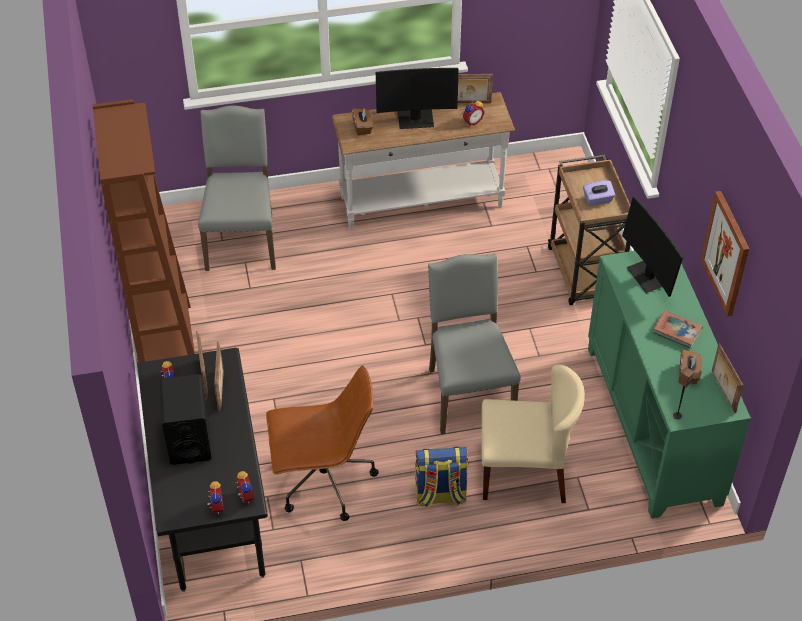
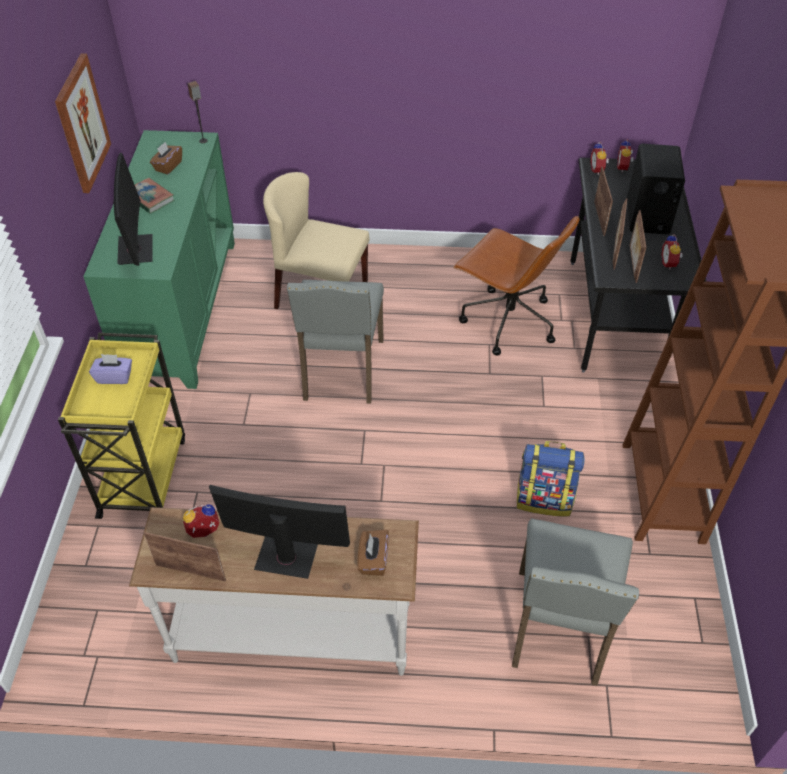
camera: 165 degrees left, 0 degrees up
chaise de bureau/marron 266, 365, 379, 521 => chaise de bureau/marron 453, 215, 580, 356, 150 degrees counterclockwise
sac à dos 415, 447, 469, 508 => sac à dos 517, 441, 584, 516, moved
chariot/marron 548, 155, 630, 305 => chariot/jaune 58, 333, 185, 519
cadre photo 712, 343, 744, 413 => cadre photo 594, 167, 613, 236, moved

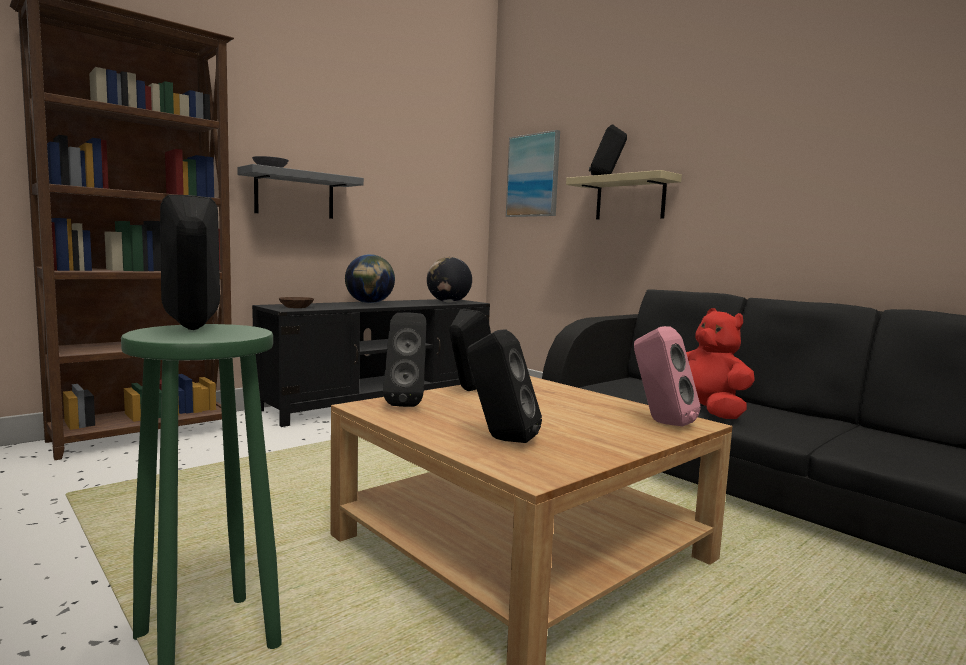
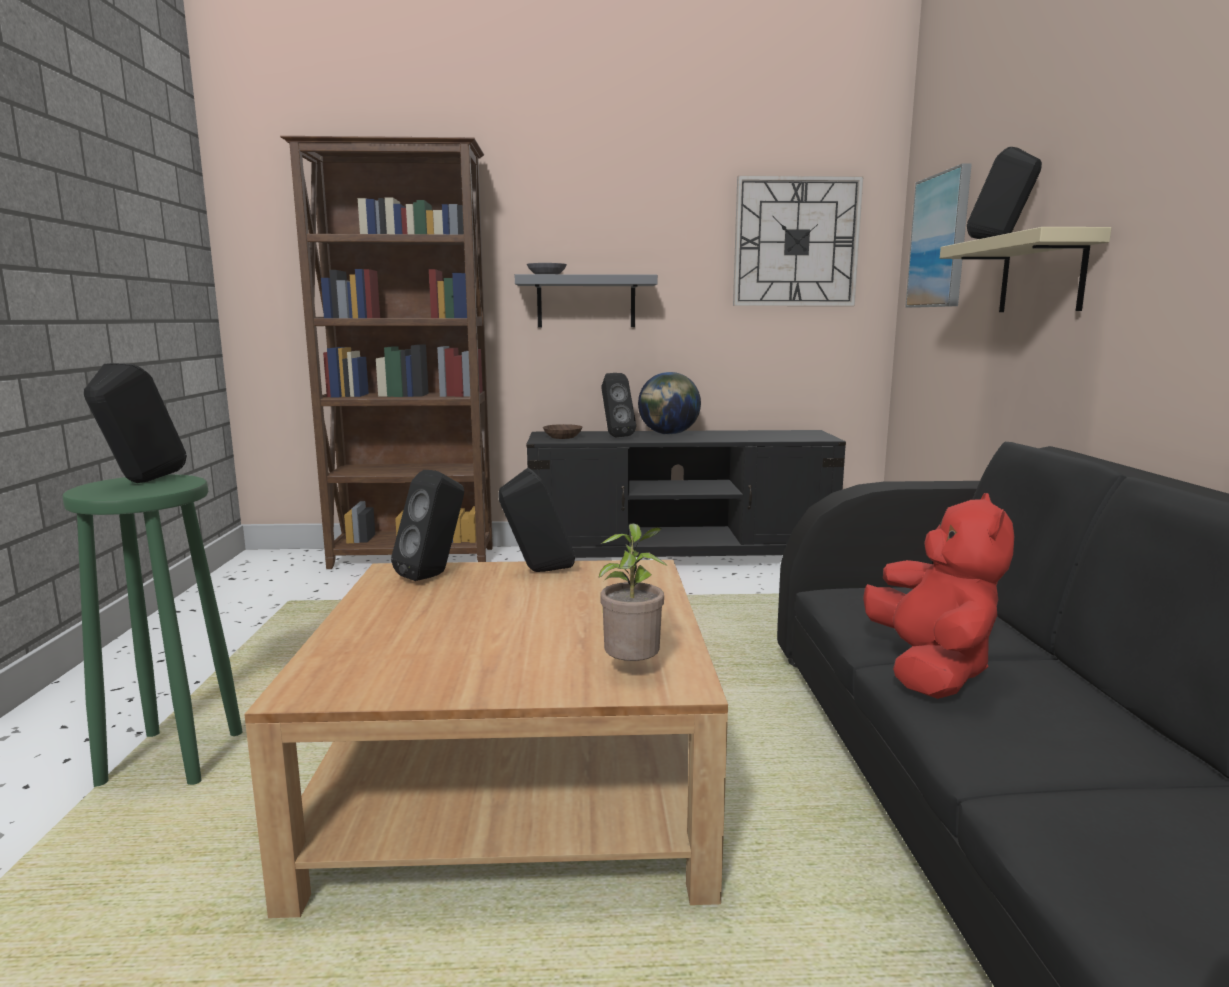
camera: 40 degrees right, 5 degrees up
globe 427, 257, 472, 303 => nothing
enceinte/noir 467, 329, 542, 443 => enceinte/noir 601, 373, 636, 437, moved
enceinte/rose 634, 326, 701, 427 => plante en pot 598, 523, 667, 661
nothing => horloge murale 733, 175, 863, 306

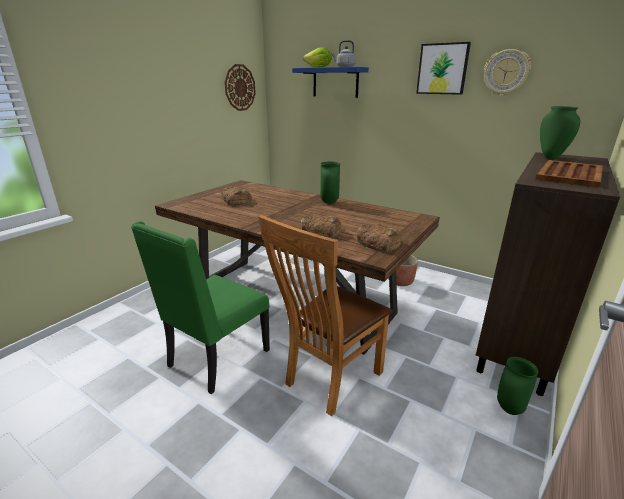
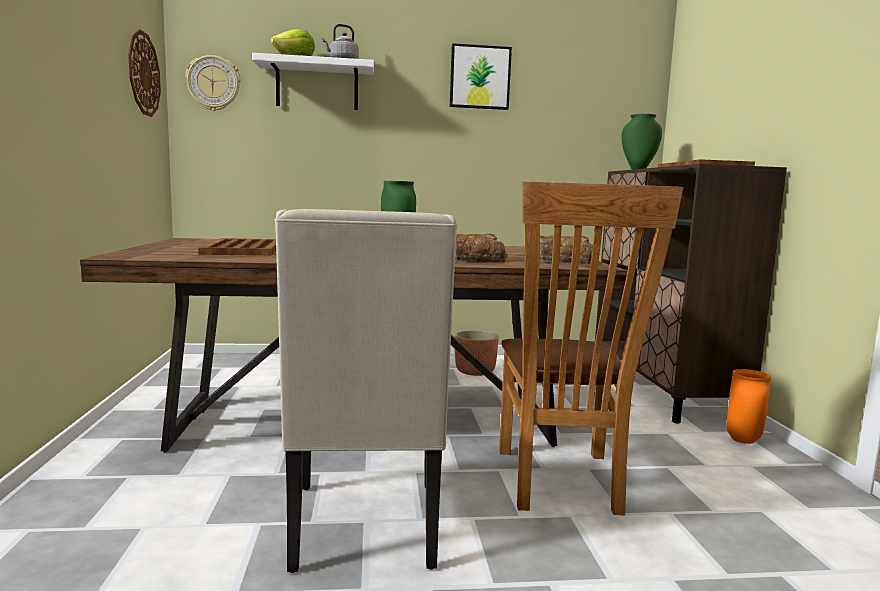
camera: 40 degrees left, 15 degrees down
chaise/vert 131, 221, 270, 394 => chaise/beige 274, 209, 457, 573
pain 222, 186, 252, 206 => plateau/marron 198, 238, 276, 256
étagère/bleu 292, 67, 369, 98 => étagère/blanc 252, 53, 374, 110
horloge murale 484, 49, 531, 96 => horloge murale 185, 55, 240, 111, moved
vase/vert 497, 357, 538, 415 => vase/orange 726, 369, 771, 444

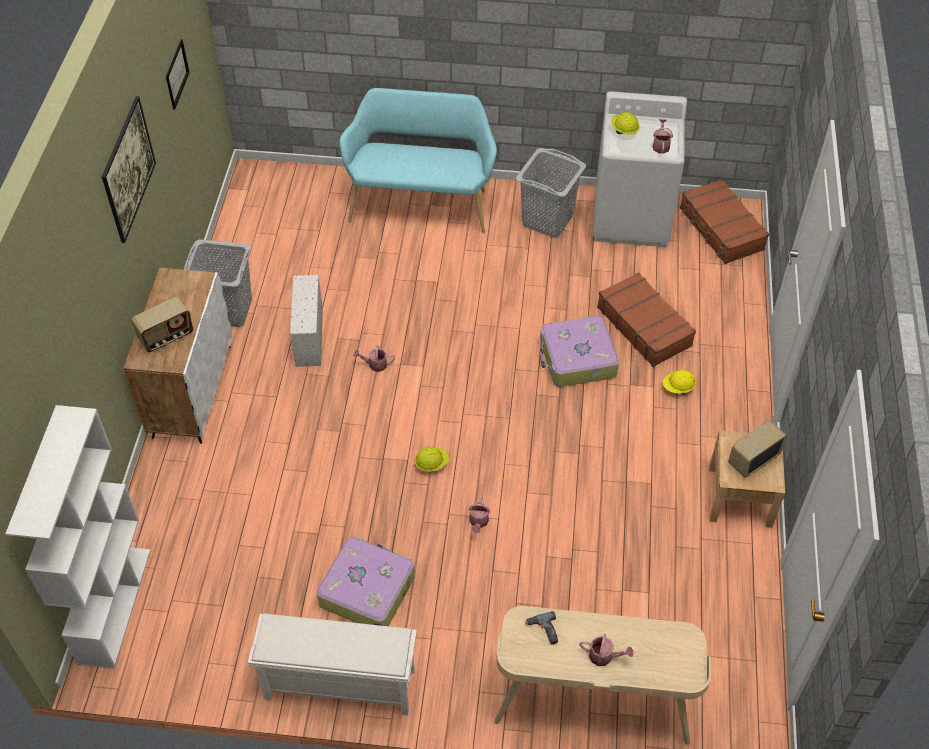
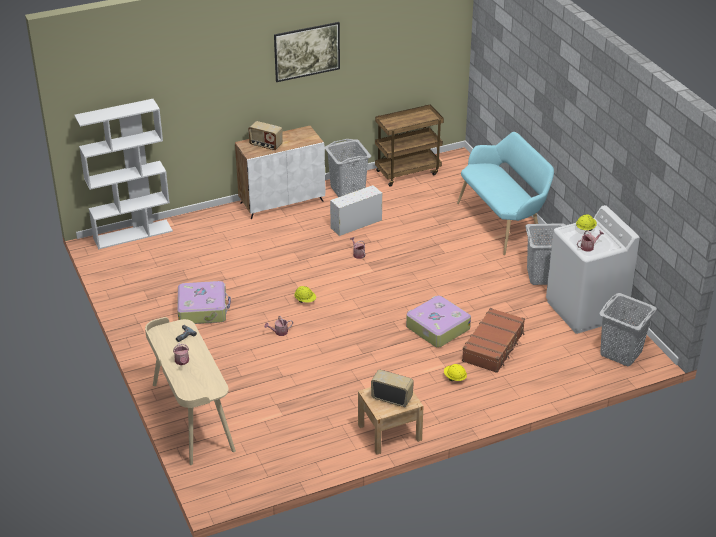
camera: 60 degrees right, 15 degrees down
tableau 166, 39, 190, 110 => nothing
étagère à chaussures/blanc 248, 614, 417, 715 => nothing
valise/marron 680, 179, 769, 264 => panier à linge/gris 599, 293, 657, 366
nothing => chariot/marron 375, 105, 444, 186

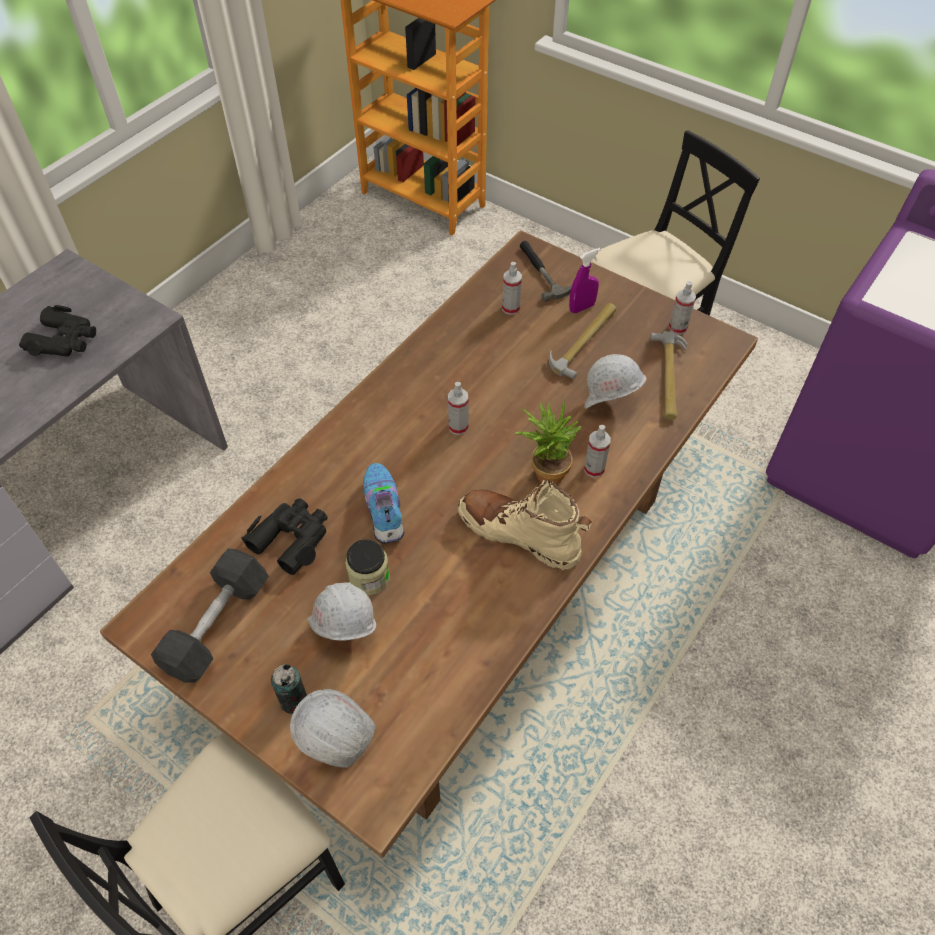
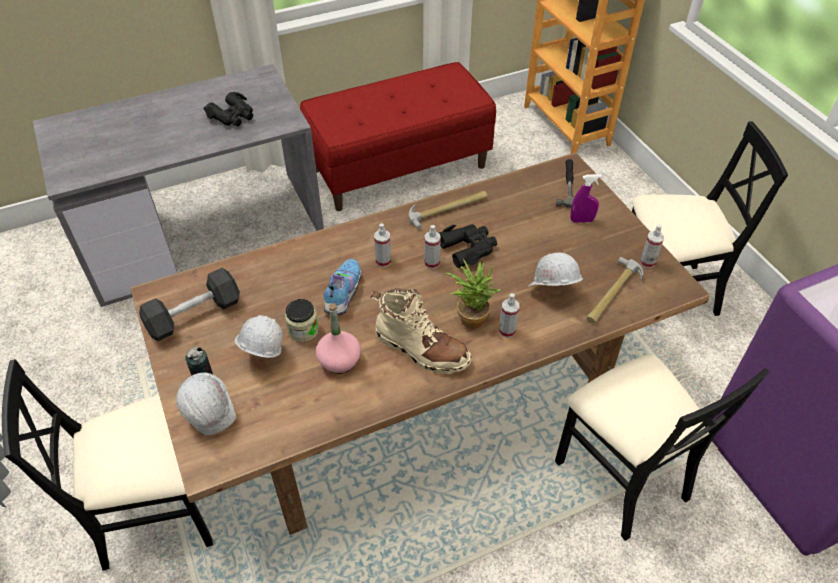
camera: 30 degrees right, 5 degrees down
jumelles/noir 241, 498, 328, 575 => jumelles/noir 438, 224, 497, 268, moved
botte/beige 458, 480, 592, 570 => botte/beige 370, 289, 472, 374, 150 degrees clockwise
vaporisateur 502, 262, 522, 315 => vaporisateur 374, 223, 391, 267, moved
marteau 549, 303, 616, 379 => marteau 409, 191, 488, 229, moved
nothing => banc/rouge 300, 62, 496, 211
nothing => bouteille/rose 316, 303, 361, 374
nothing => chaise/noir 555, 354, 769, 541

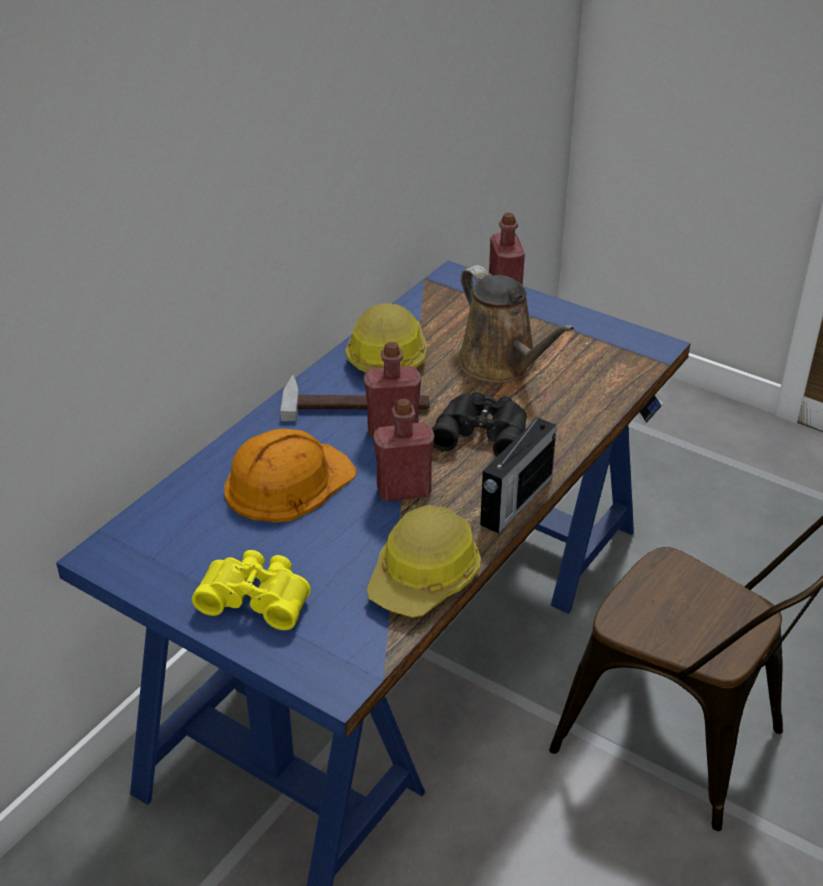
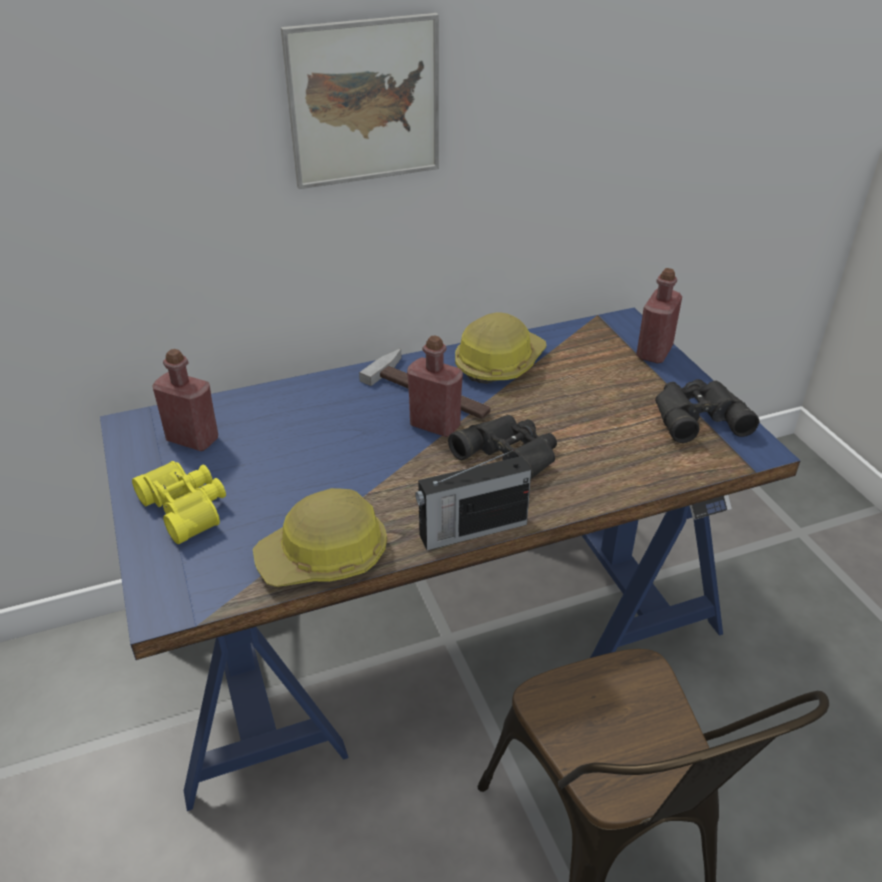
camera: 35 degrees right, 0 degrees up
casque de chantier/orange 224, 429, 357, 522 => nothing
bouteille/rouge 373, 399, 435, 502 => bouteille/rouge 152, 349, 218, 451, moved
arrosoir/marron 458, 265, 574, 383 => nothing
nothing => tableau 281, 13, 439, 189
nothing => jumelles/noir 655, 379, 760, 443

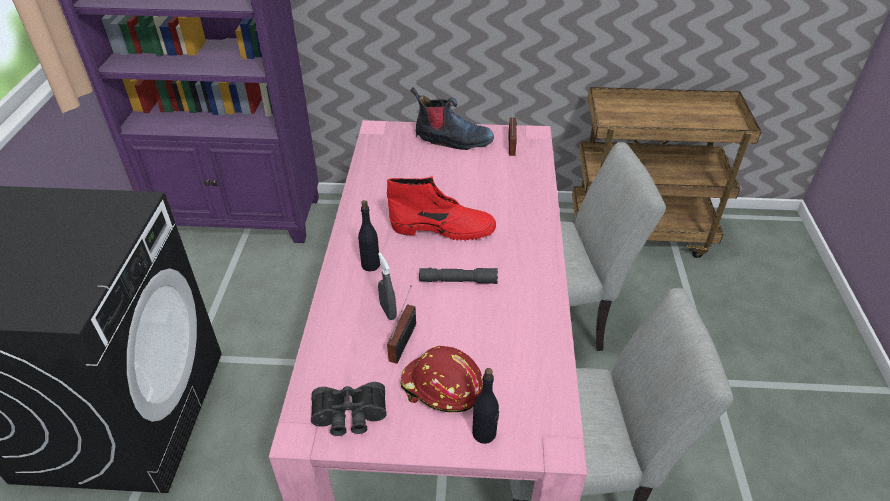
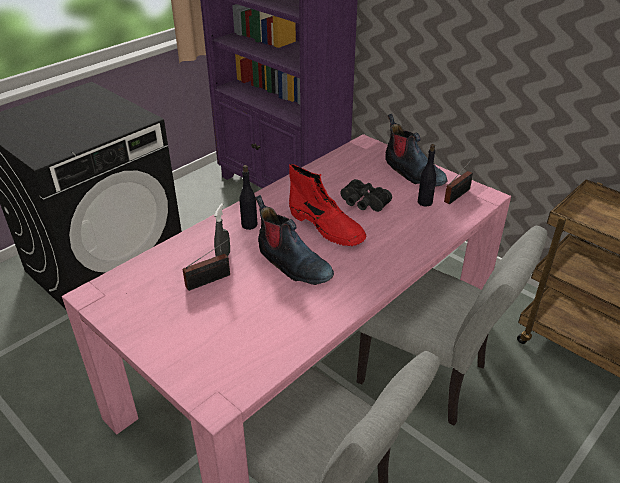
camera: 40 degrees right, 5 degrees down
jumelles/noir 311, 382, 387, 436 => jumelles/noir 340, 179, 392, 212, moved
casque de chantier/rouge 400, 346, 483, 412 => nothing
lampe de poche/gris 419, 268, 498, 284 => botte 255, 195, 334, 285
bouteille/noir 472, 368, 499, 444 => bouteille/noir 418, 144, 436, 207, moved

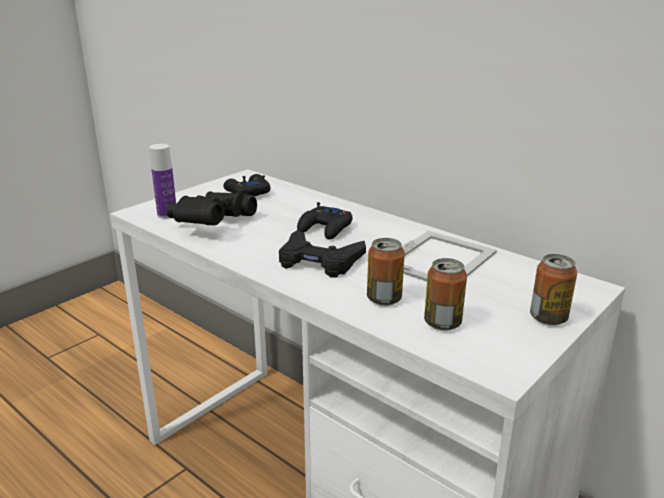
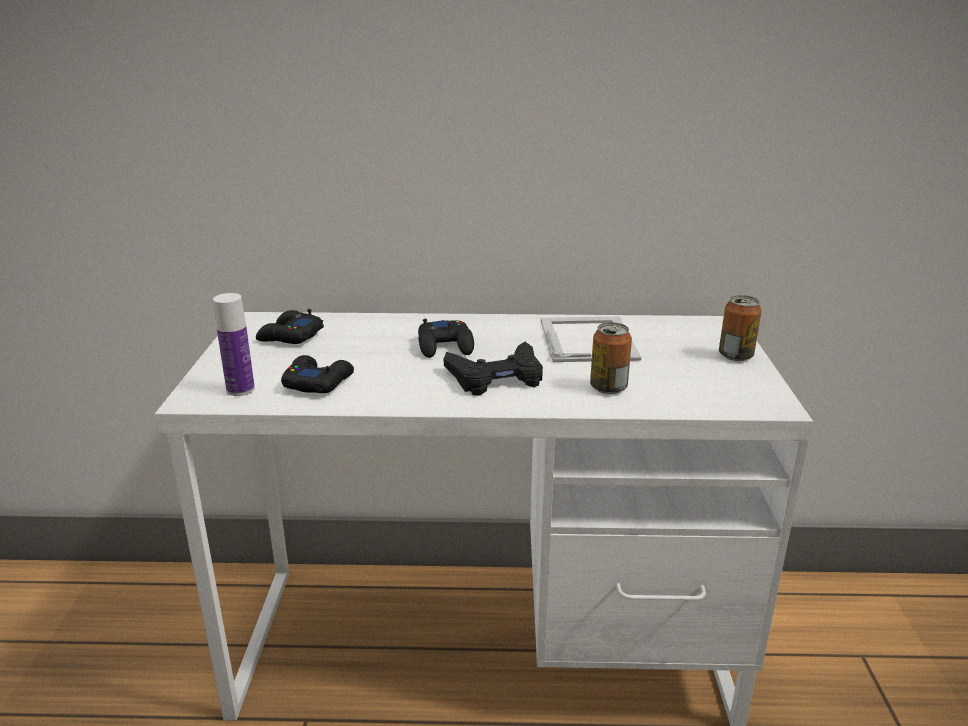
camera: 40 degrees left, 0 degrees up
jumelles/noir 167, 191, 257, 225 => manette/noir 281, 355, 354, 393
boîte métallique 424, 258, 467, 331 => nothing

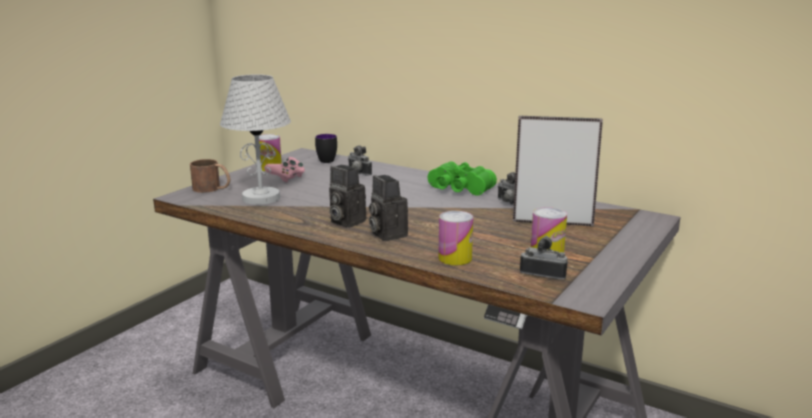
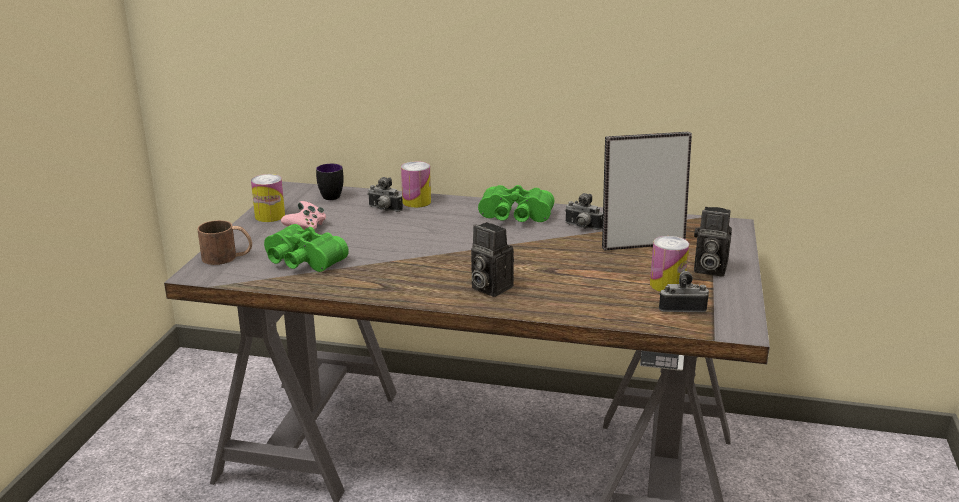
camera: 20 degrees left, 5 degrees up
lampe de table/blanc 220, 74, 291, 205 => jumelles/vert 264, 224, 349, 272
appareil photo 329, 165, 366, 228 => appareil photo 694, 207, 732, 277, moved
boîte métallique 438, 211, 473, 265 => boîte métallique 401, 161, 431, 208, moved

